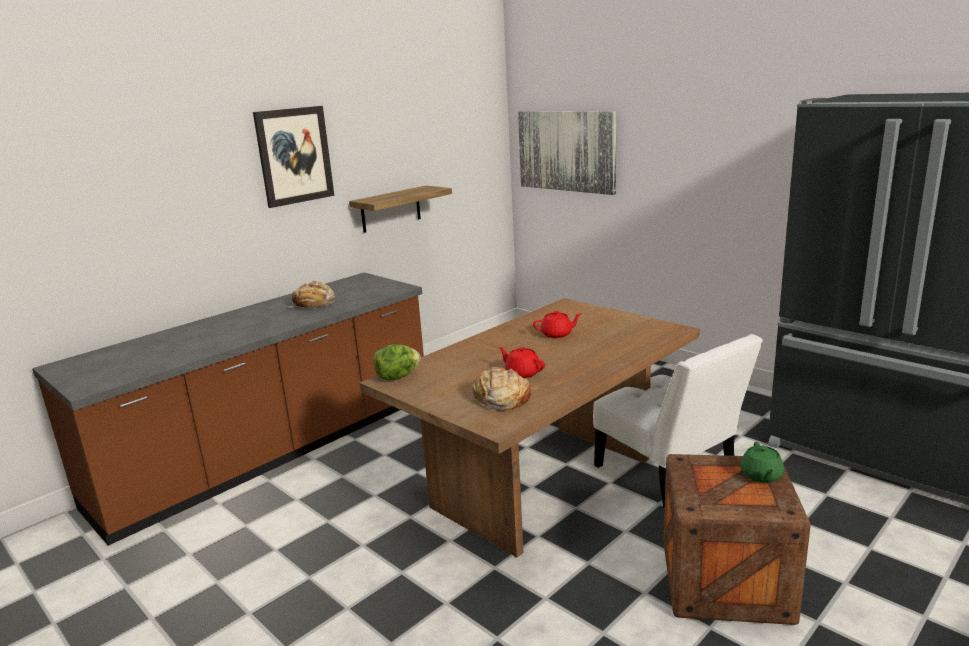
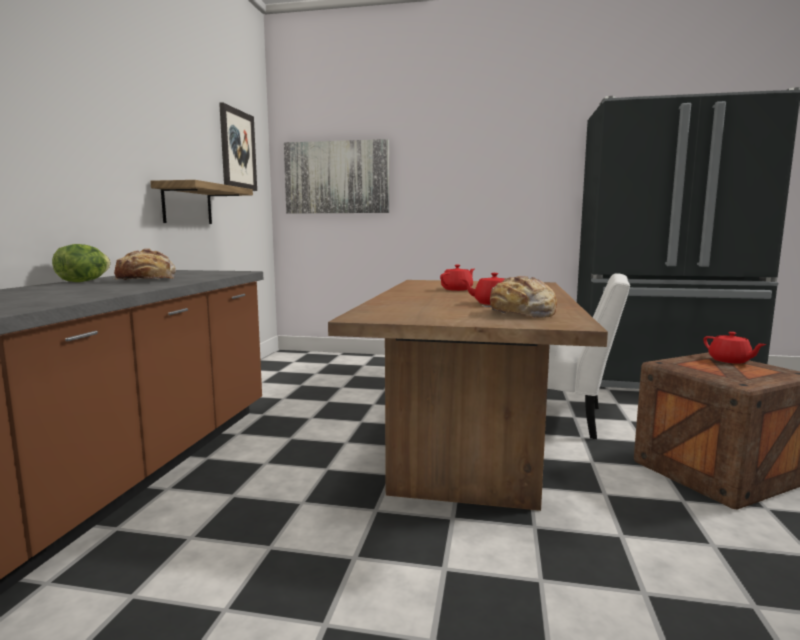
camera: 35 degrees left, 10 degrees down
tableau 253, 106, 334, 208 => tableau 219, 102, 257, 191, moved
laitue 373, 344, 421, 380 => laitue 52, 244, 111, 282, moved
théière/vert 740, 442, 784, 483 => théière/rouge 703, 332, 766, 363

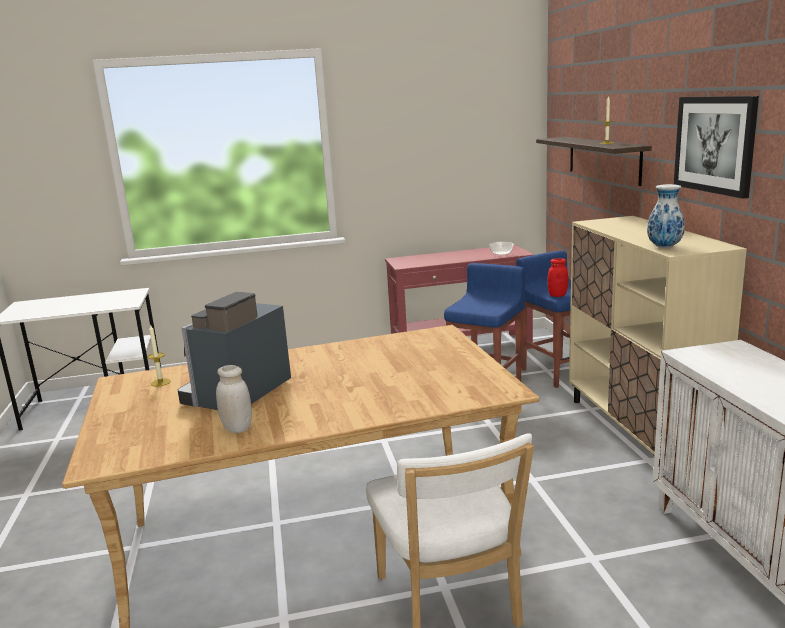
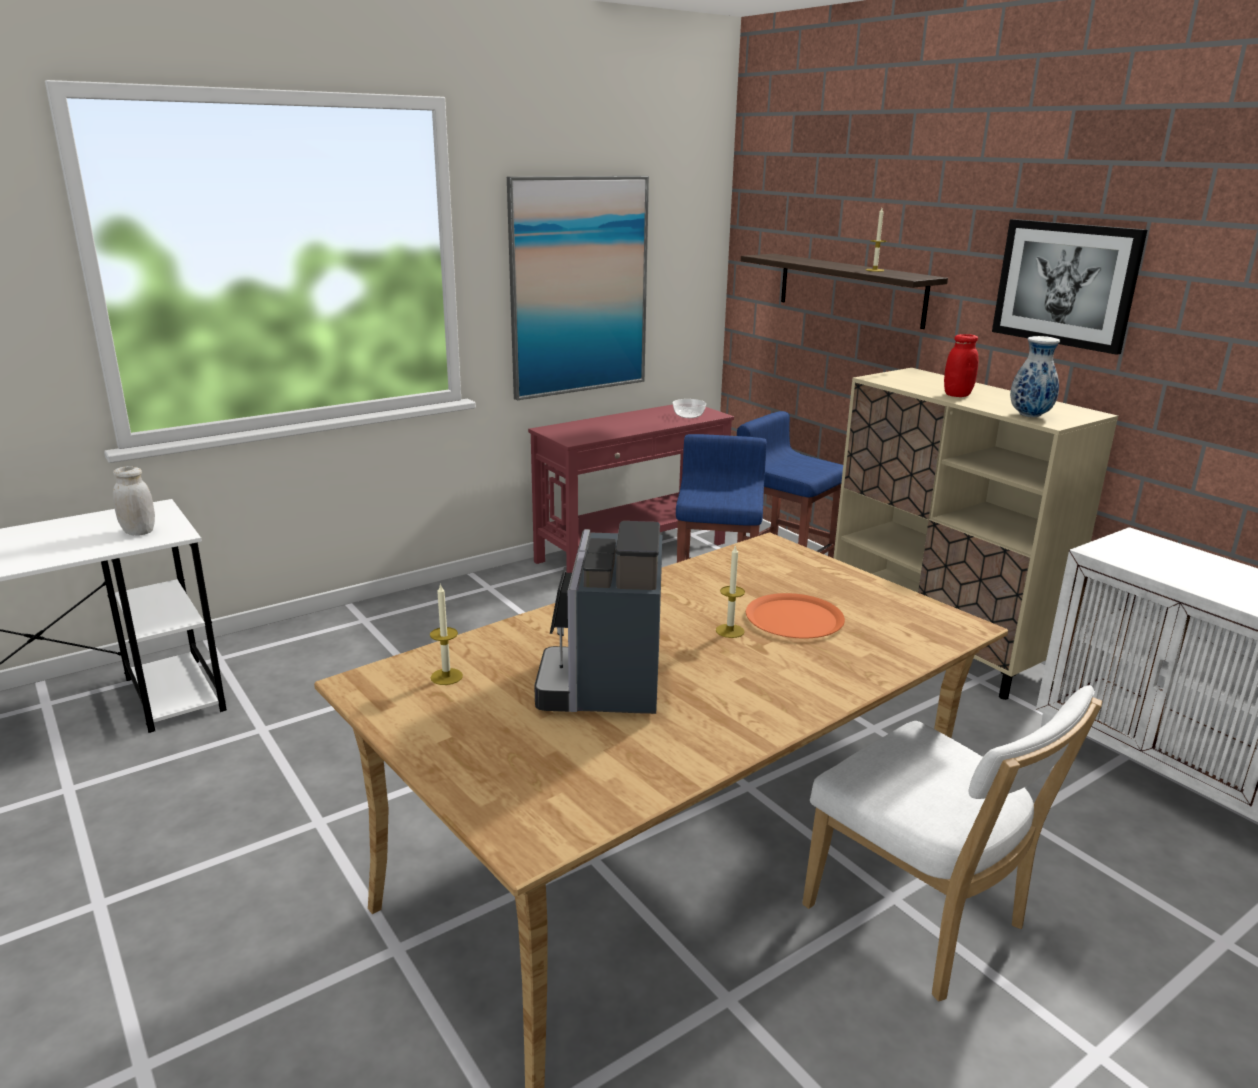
camera: 25 degrees left, 5 degrees up
bocal/blanc 216, 365, 252, 433 => bocal/blanc 113, 466, 155, 536, moved
bocal/rouge 547, 258, 568, 297 => bocal/rouge 944, 334, 979, 397, moved
nothing => tableau 507, 176, 649, 400
nothing => bougie 716, 545, 745, 638
nothing => assiette/orange 746, 593, 845, 638

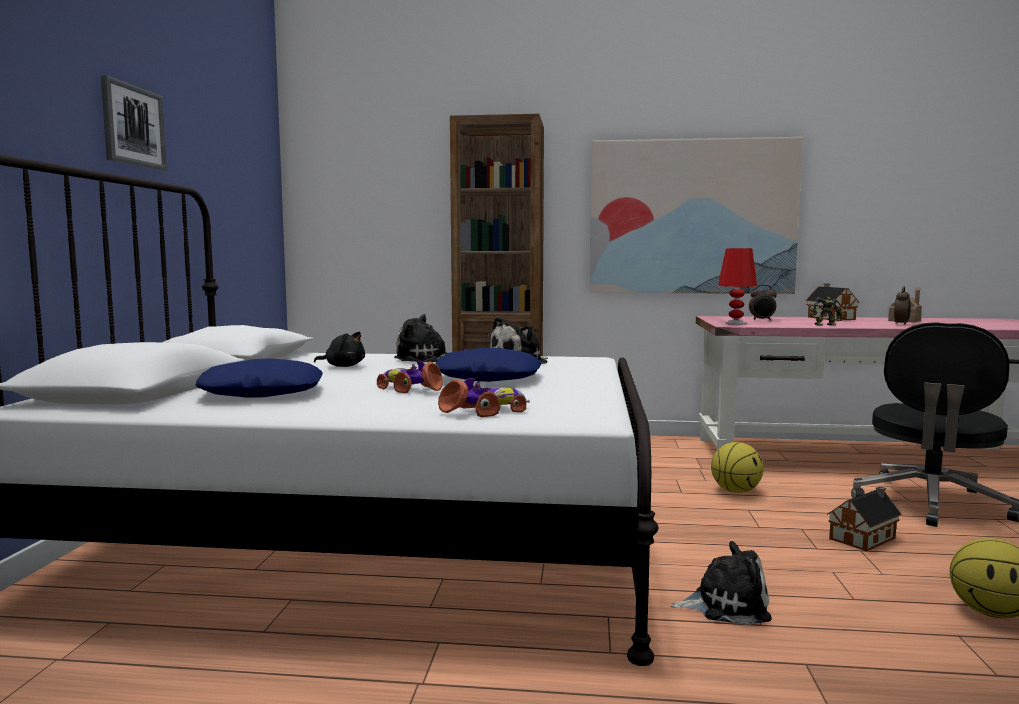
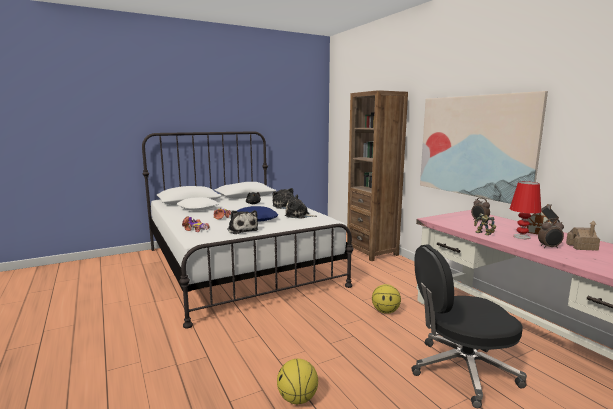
camera: 55 degrees right, 5 degrees up
tableau 101, 75, 167, 171 => nothing
coussin/bleu 195, 359, 323, 398 => coussin/blanc 177, 197, 219, 210
peluche 670, 541, 772, 625 => peluche 228, 210, 258, 234, moved
lampe de table/rouge 718, 248, 757, 325 => lampe de table/rouge 510, 181, 541, 239, moved
maison miniature 827, 486, 902, 551 => nothing

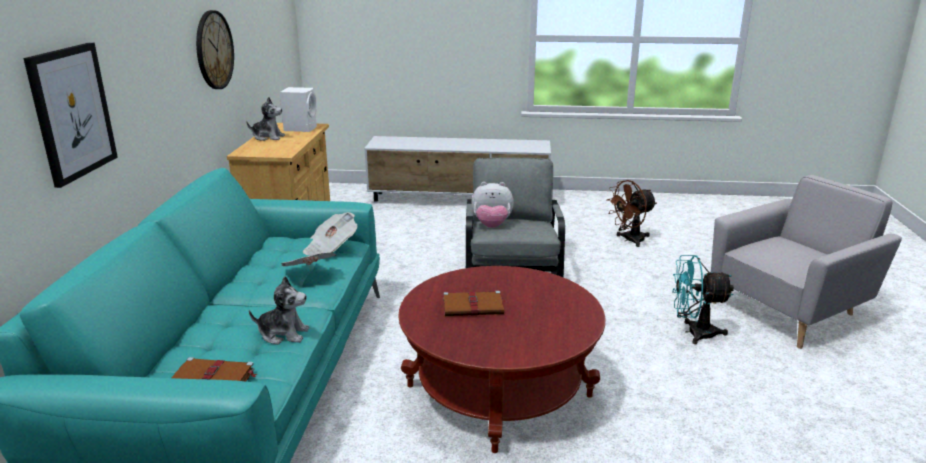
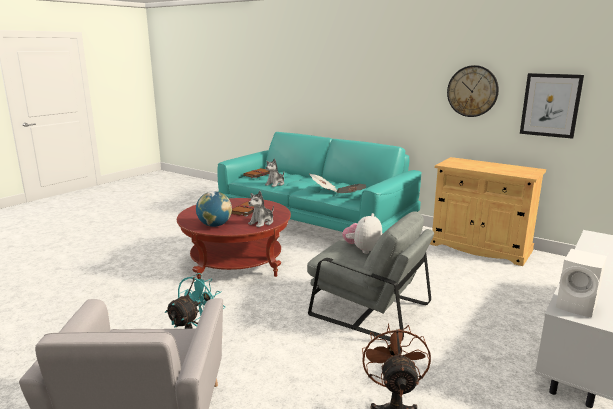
camera: 120 degrees right, 5 degrees down
tableau 23, 43, 118, 188 => tableau 520, 73, 584, 139, moved
peluche 246, 97, 285, 141 => peluche 248, 191, 274, 227, moved
enceinte/blanc 280, 87, 317, 132 => enceinte/blanc 556, 249, 607, 318, moved
nothing => globe 196, 191, 232, 227

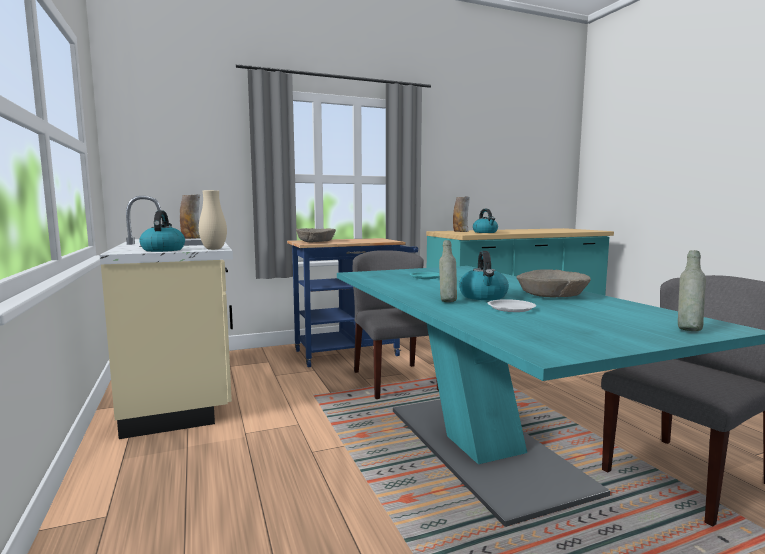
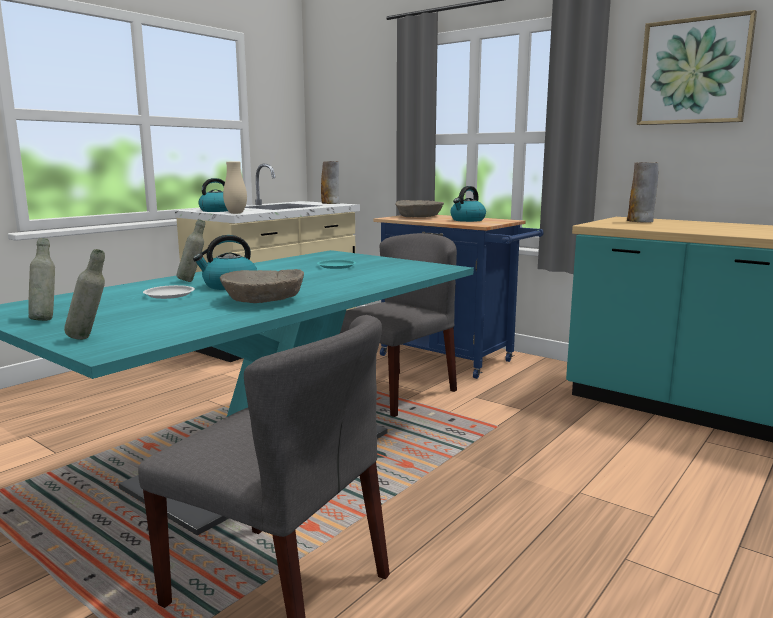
camera: 60 degrees right, 5 degrees up
bouilloire 473, 209, 498, 233 => bouilloire 450, 186, 486, 222, moved
nothing => bouteille/gris 28, 238, 55, 321
nothing => tableau 636, 10, 757, 125

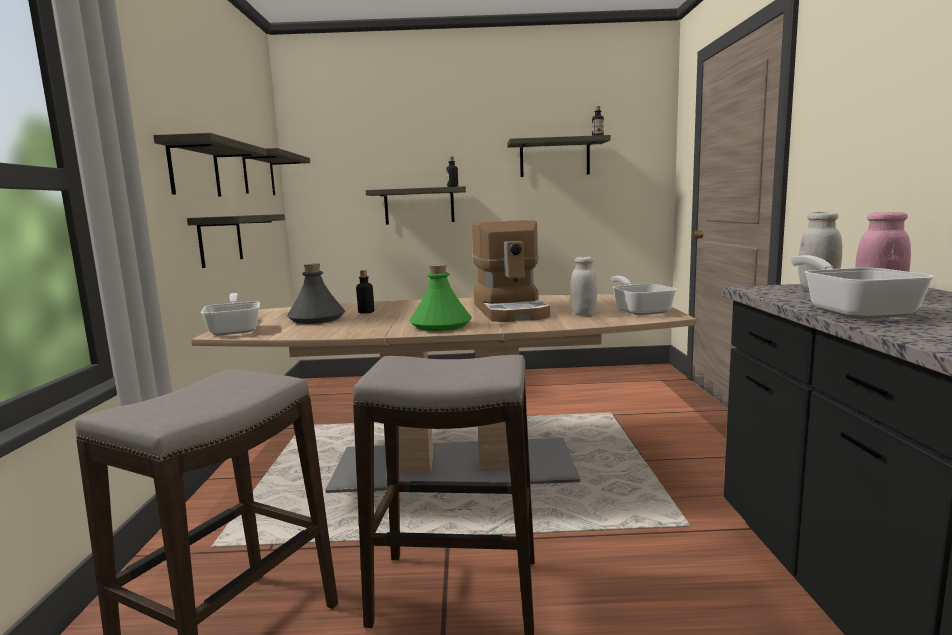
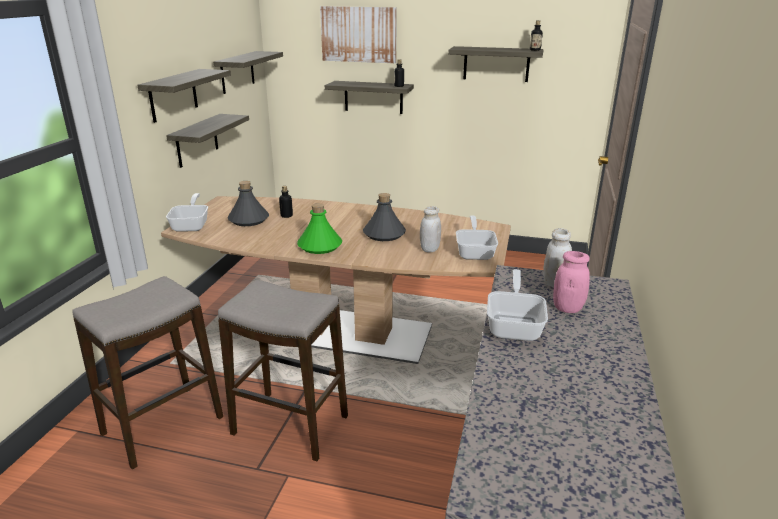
camera: 15 degrees right, 15 degrees up
machine à café 472, 220, 550, 322 => bouteille/gris 363, 193, 406, 241
nothing => tableau 320, 6, 397, 63

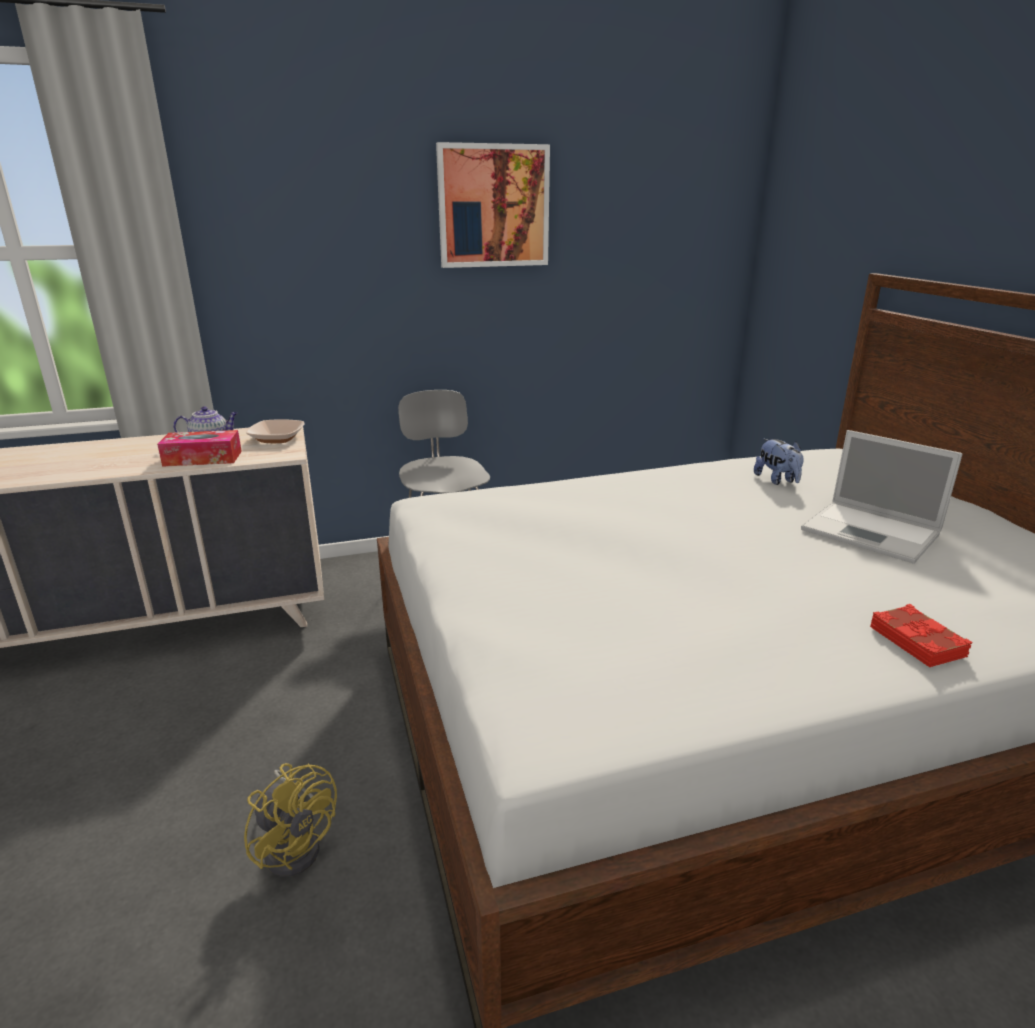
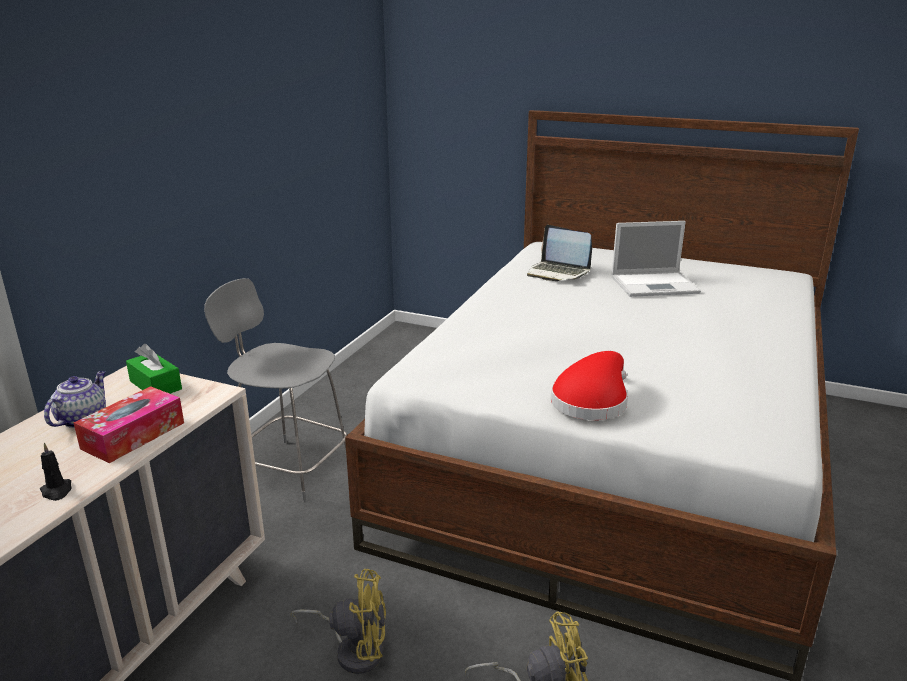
camera: 50 degrees left, 0 degrees up
bol 246, 419, 305, 443 => boîte à mouchoirs/vert 126, 344, 182, 394
tableau 436, 142, 550, 268 => nothing
peluche 754, 439, 804, 485 => ordinateur portable 527, 225, 592, 281
livre/rouge 870, 604, 972, 667 => nothing
nothing => bougie/noir 40, 443, 72, 501
nothing => ventilateur/jaune 291, 569, 386, 674
nothing => chapeau/rouge 551, 351, 628, 420

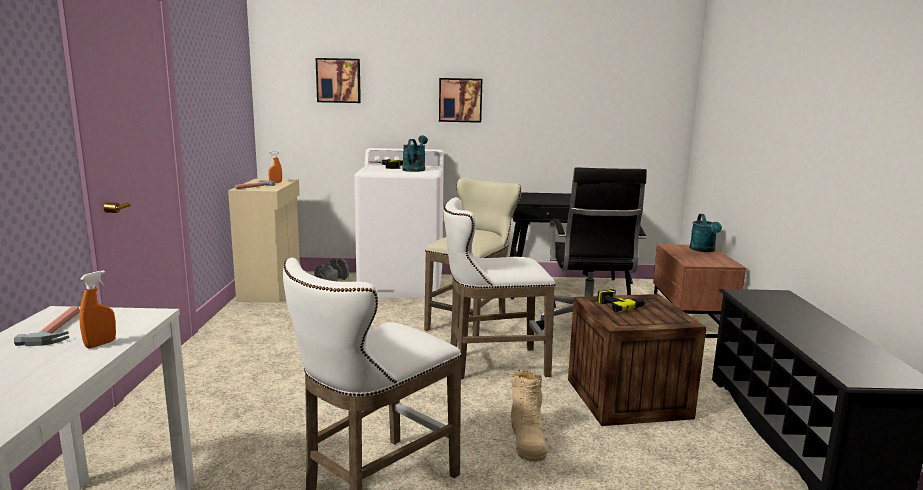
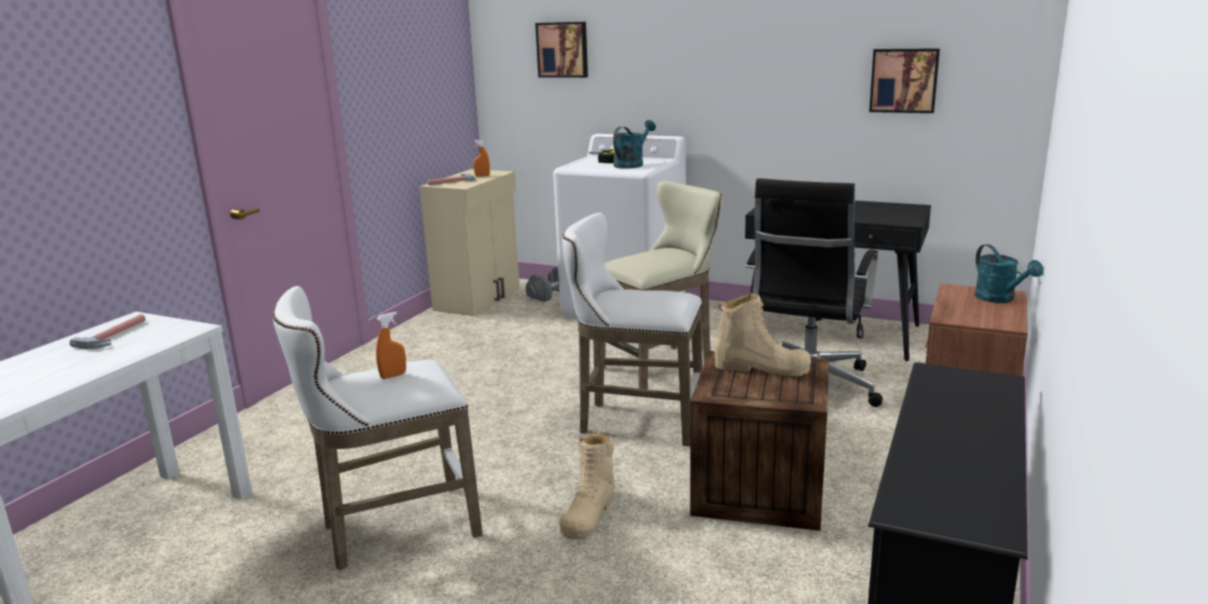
camera: 25 degrees right, 5 degrees up
vaporisateur/orange 79, 270, 116, 348 => vaporisateur/orange 376, 312, 406, 379, moved
tableau 439, 78, 482, 123 => tableau 869, 48, 940, 113, moved
perceuse 597, 289, 657, 312 => botte/beige 714, 293, 811, 377
arrosoir/turquoise 690, 214, 722, 252 => arrosoir/turquoise 974, 244, 1043, 303, 45 degrees counterclockwise

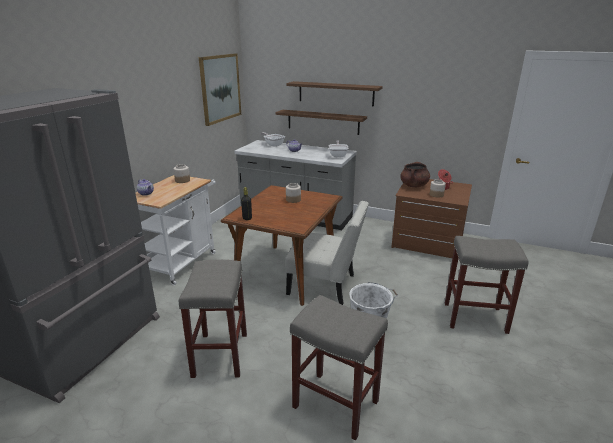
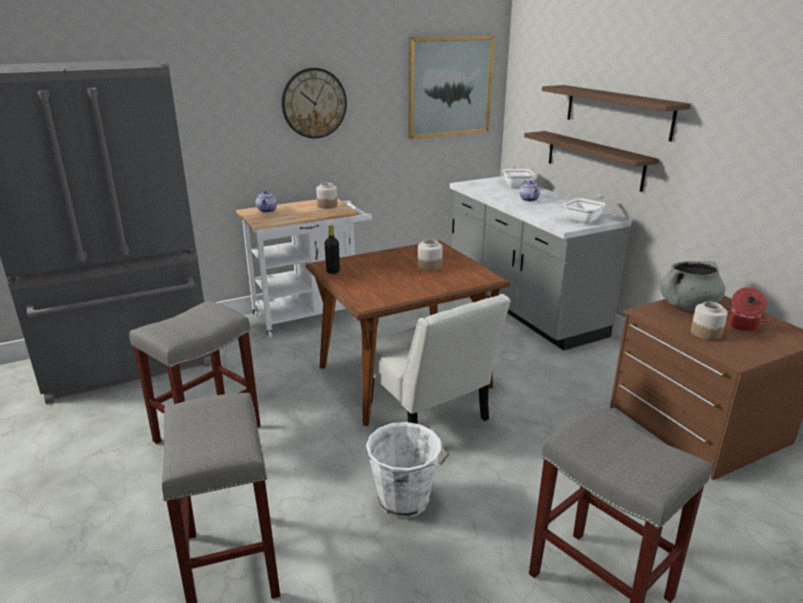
camera: 40 degrees right, 0 degrees up
marmite/marron 400, 162, 430, 187 => marmite/gris 660, 261, 725, 311
nothing => horloge murale 281, 68, 347, 139

